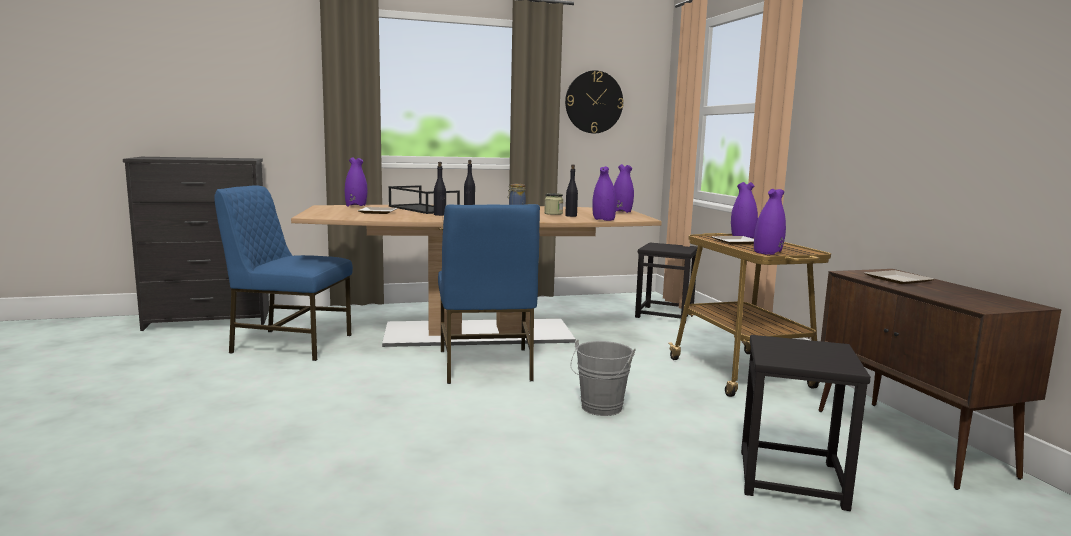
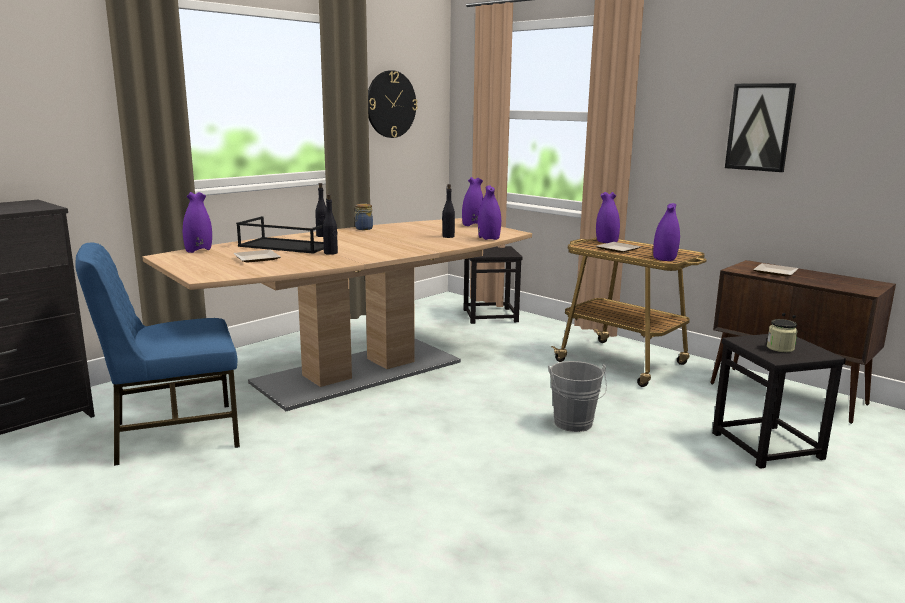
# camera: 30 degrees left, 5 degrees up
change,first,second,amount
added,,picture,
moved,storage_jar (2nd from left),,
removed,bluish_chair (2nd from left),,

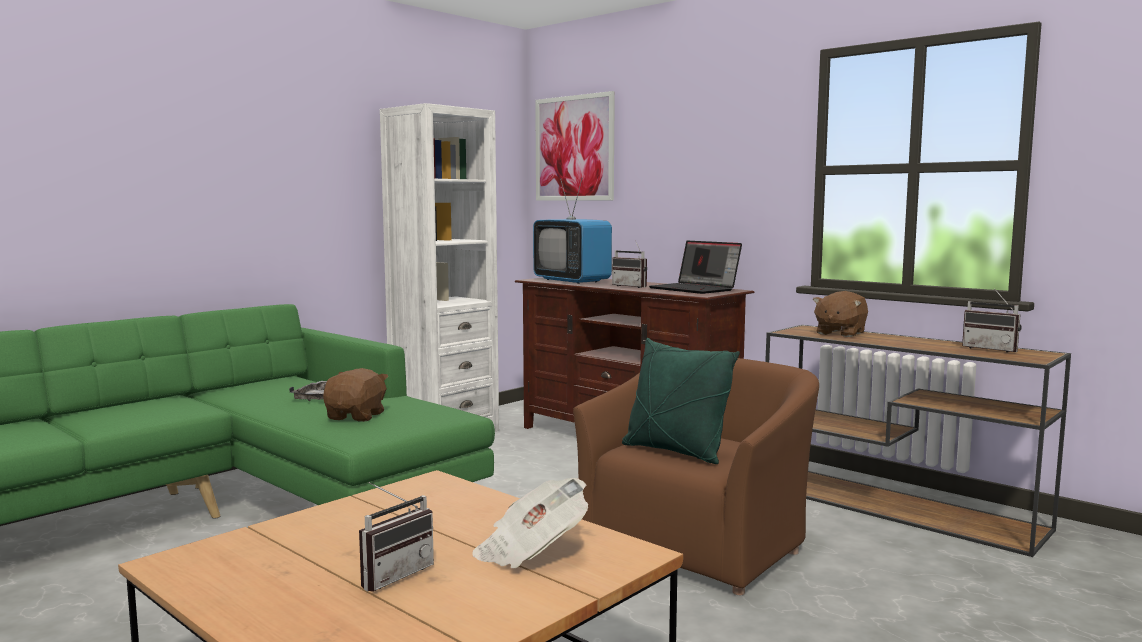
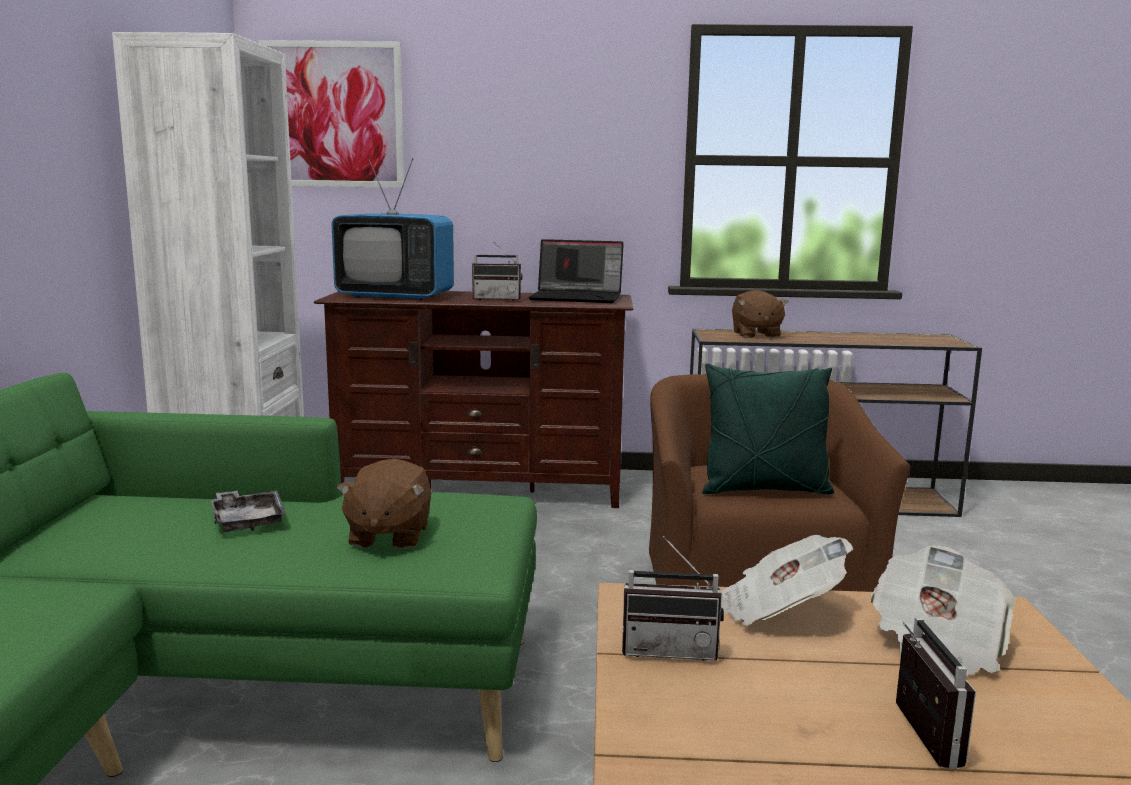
# camera: 40 degrees left, 5 degrees up
change,first,second,amount
turned,brown-coloured_cuddly_toy (1st from left),,150 degrees counterclockwise
moved,radio (3rd from left in the first image),radio (2nd from left),
added,,daily_paper (1st from left),

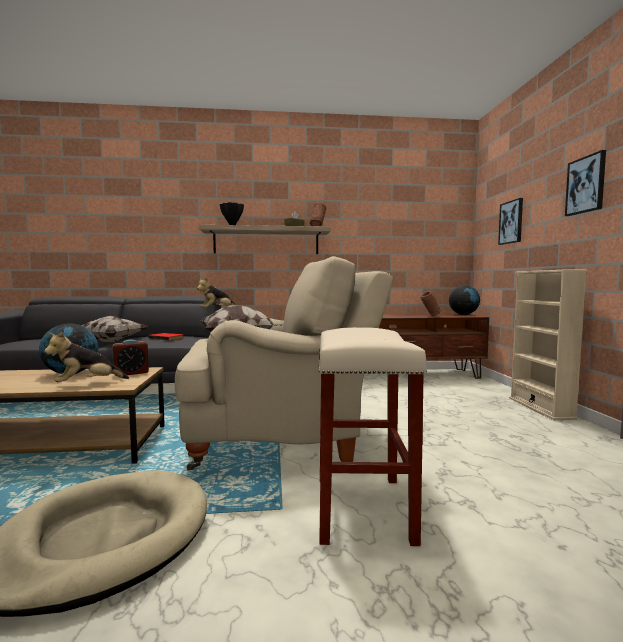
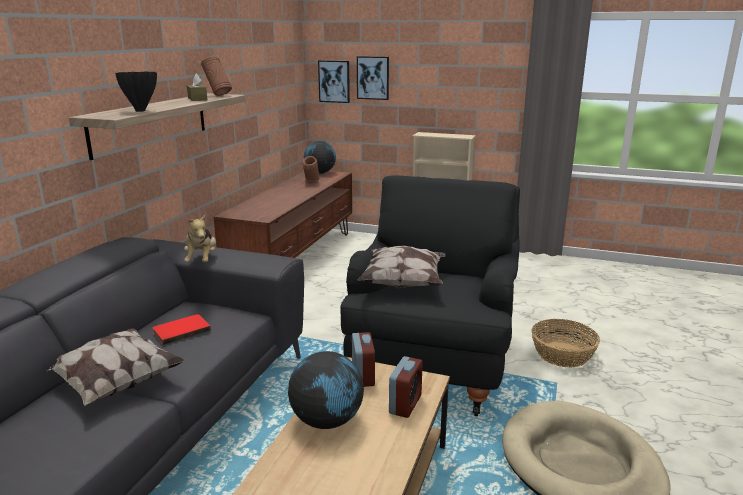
# camera: 65 degrees left, 15 degrees up
change,first,second,amount
moved,picture (2nd from left in the first image),picture (1st from left),
recoloured,beige-coloured_armchair,black_armchair,
replaced,cuddly_toy (1st from left),bedside_clock (2nd from left),
replaced,beige-coloured_stool,basket,

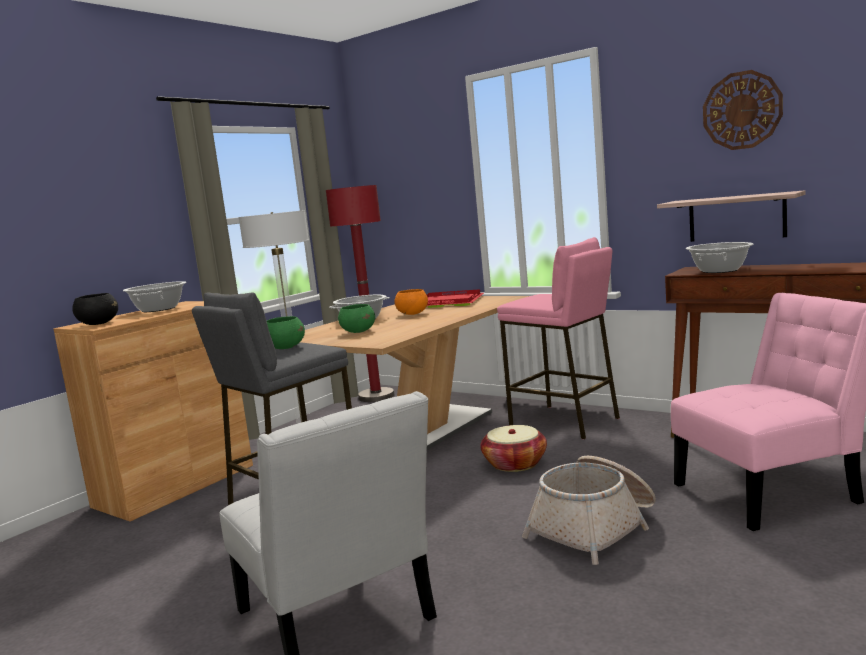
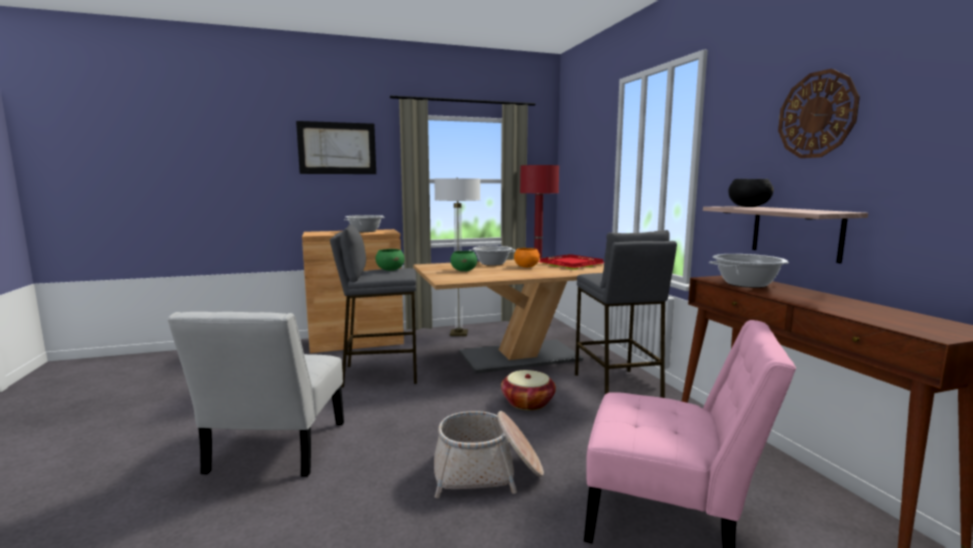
# camera: 35 degrees right, 0 degrees up
change,first,second,amount
added,,picture,
recoloured,pink-coloured_stool,greyish_stool (2nd from left),
moved,black_bowl,,

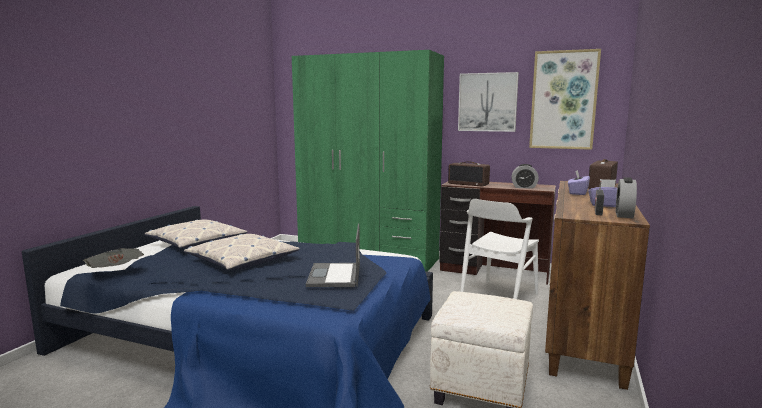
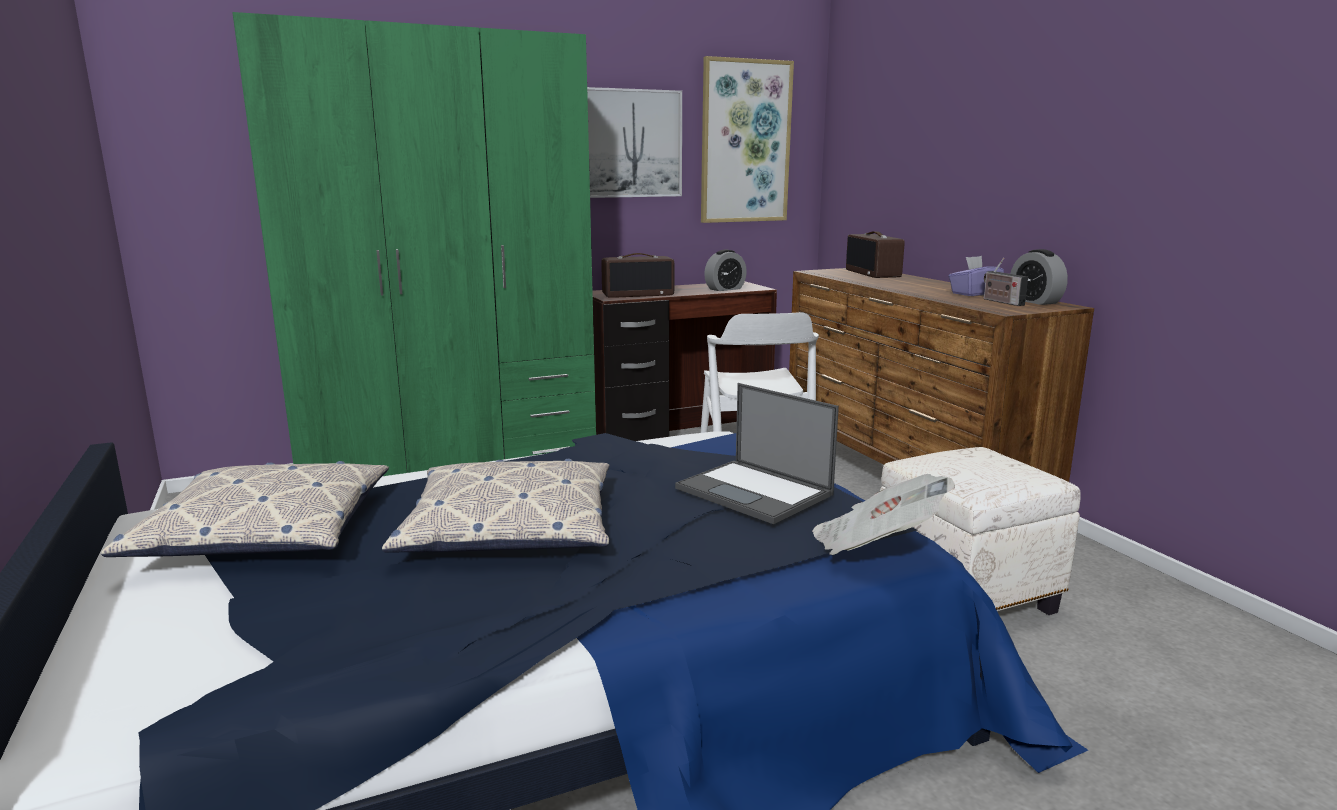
# camera: 45 degrees left, 5 degrees up
change,first,second,amount
moved,daily_paper,,
removed,purplish_tissue_box (1st from left),,

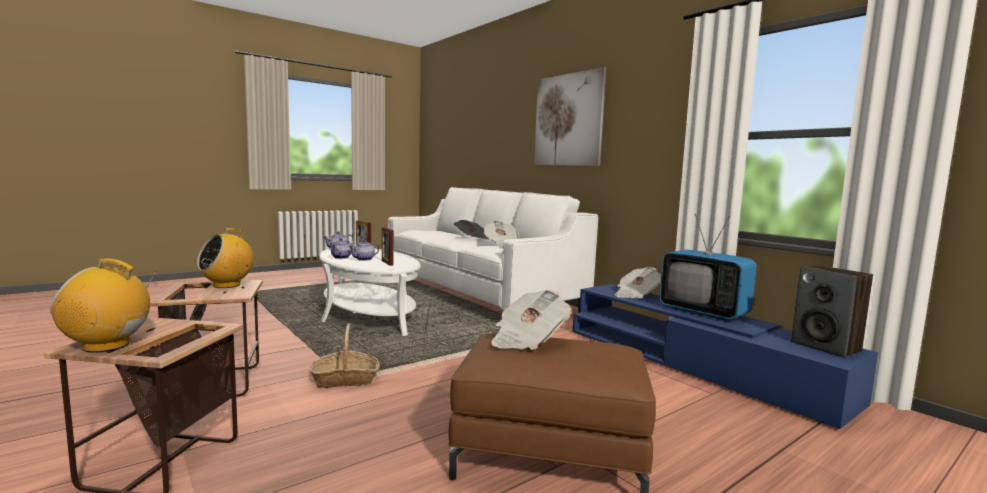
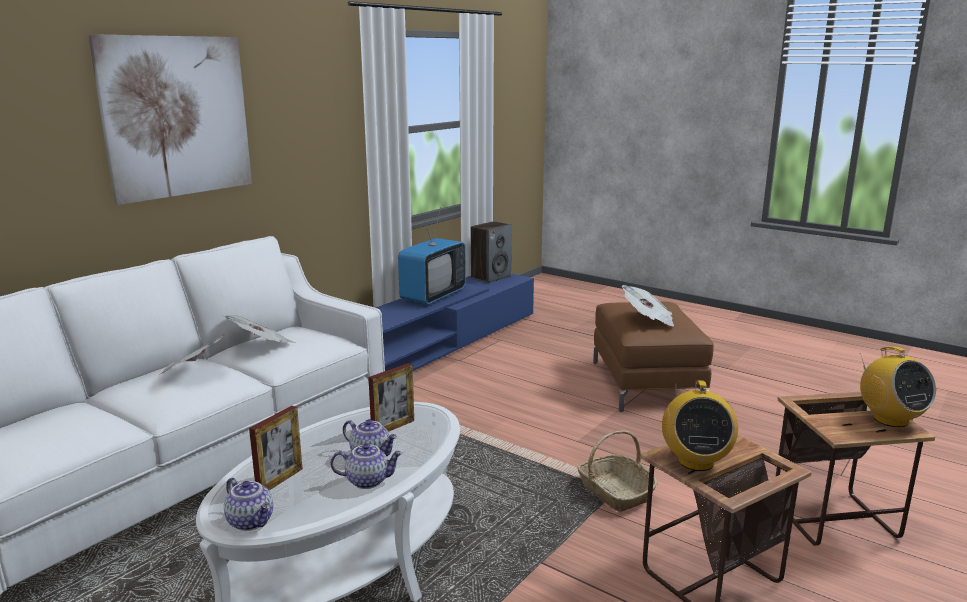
# camera: 105 degrees left, 10 degrees up
change,first,second,amount
turned,radio (2nd from left in the first image),radio (1st from left),75 degrees clockwise
removed,daily_paper (4th from left),,

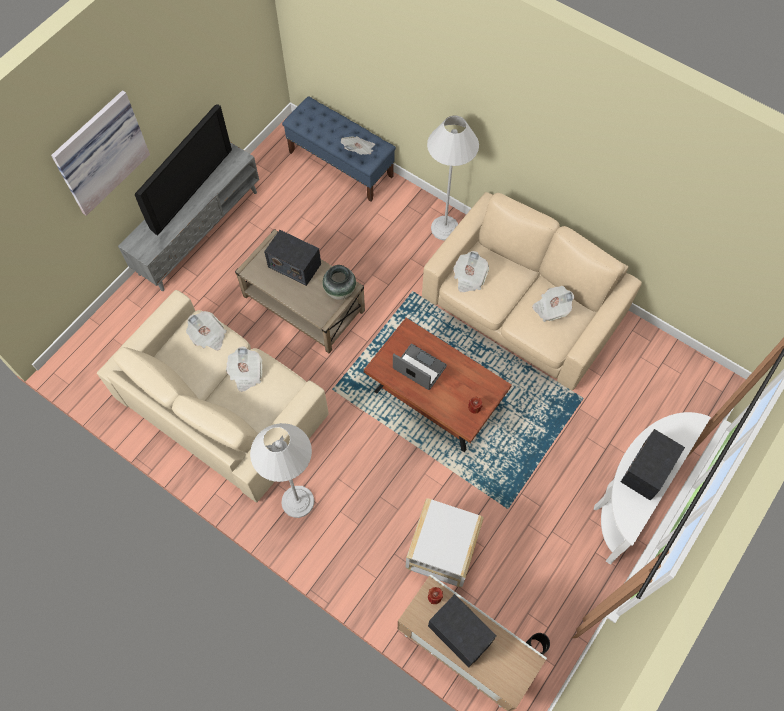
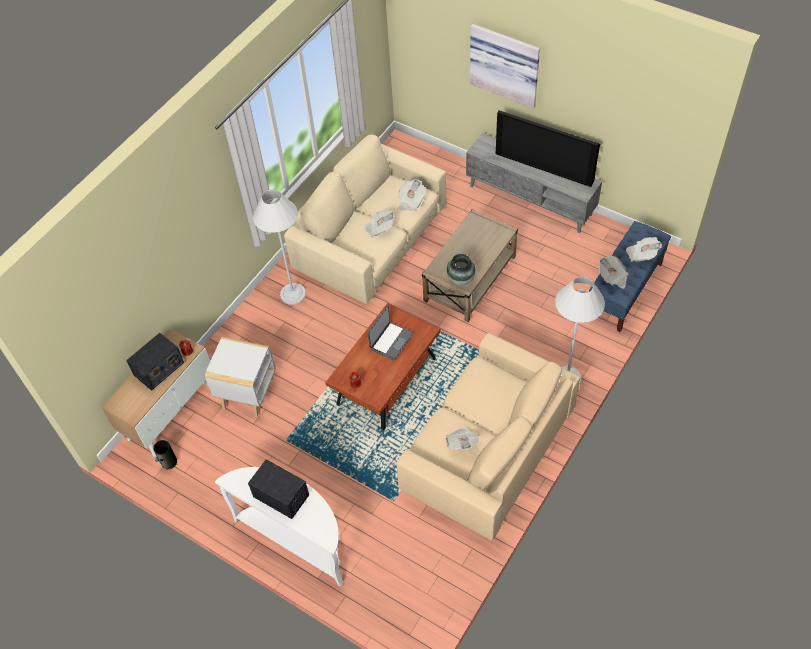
# camera: 90 degrees right, 10 degrees down
change,first,second,amount
moved,daily_paper (4th from left in the first image),daily_paper (5th from left),
removed,radio (1st from left),,

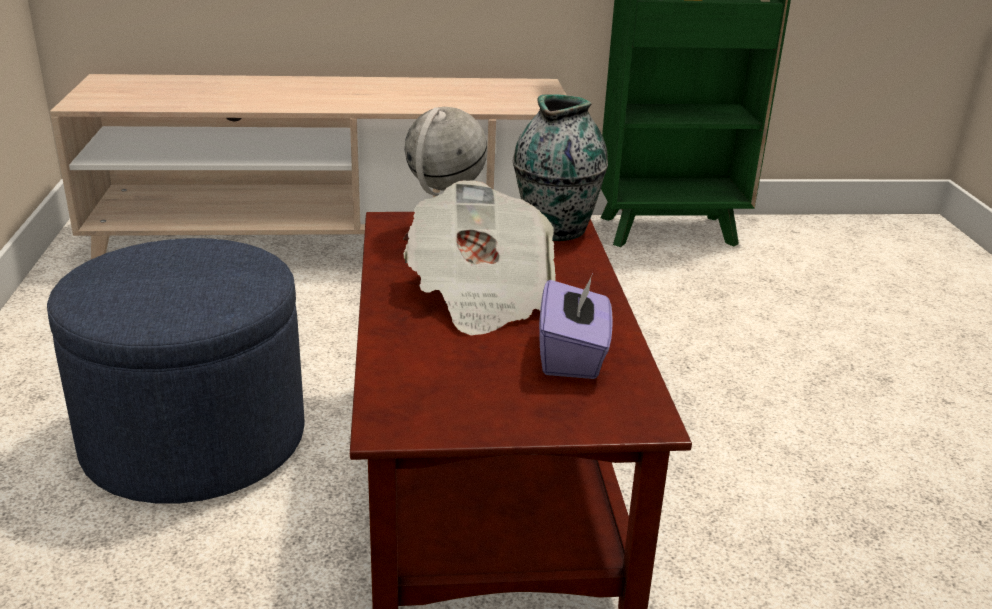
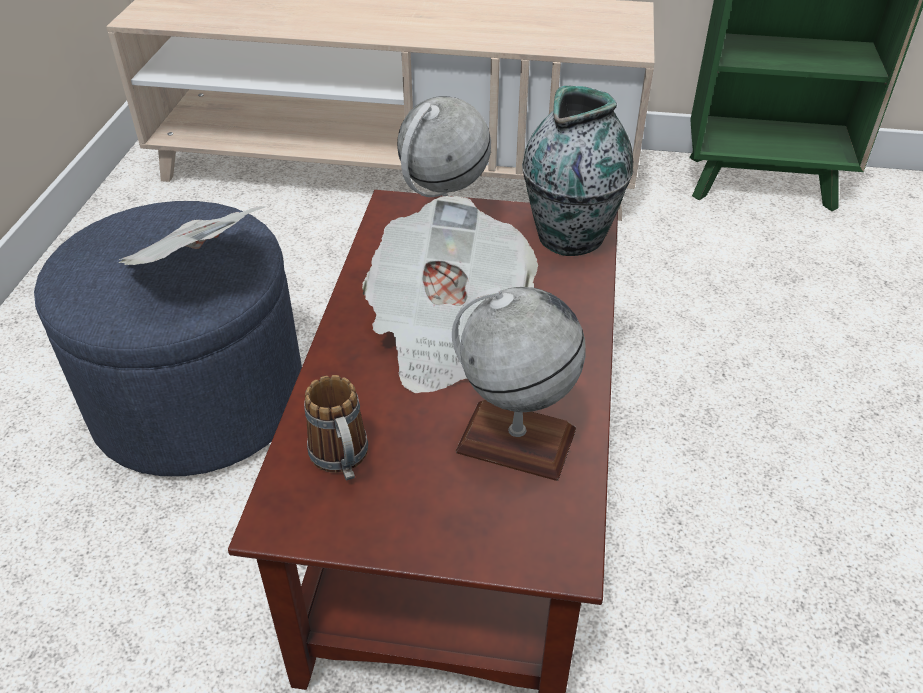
# camera: 15 degrees right, 15 degrees up
change,first,second,amount
added,,daily_paper (1st from left),
added,,mug,
replaced,purplish_tissue_box,globe (2nd from left),

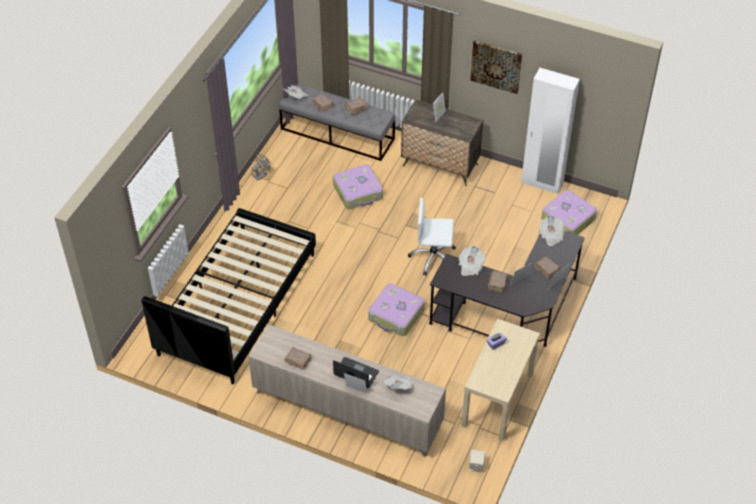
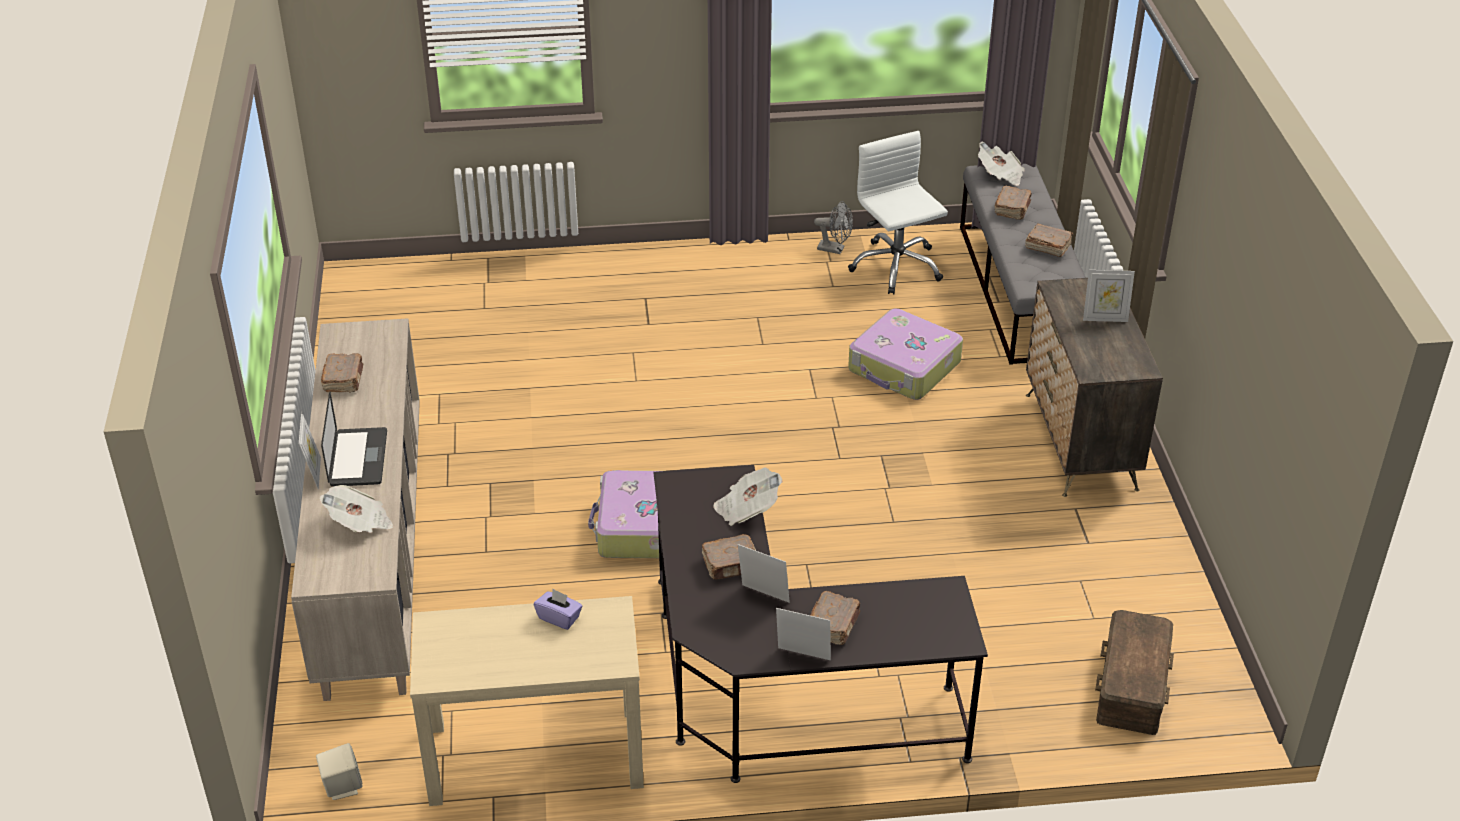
# camera: 60 degrees right, 10 degrees down
change,first,second,amount
moved,white-coloured_office_chair,,
replaced,suitcase (3rd from left),brown-coloured_storage_container,
removed,black_bedroom_bed,,
removed,picture,,
removed,white-coloured_wardrobe,,
removed,daily_paper (4th from left),,

